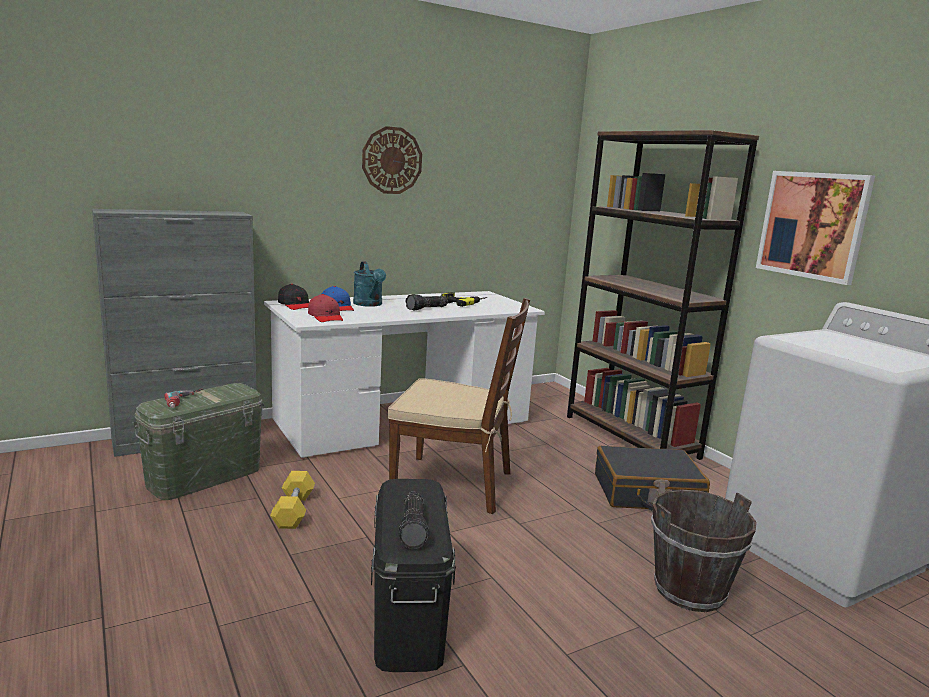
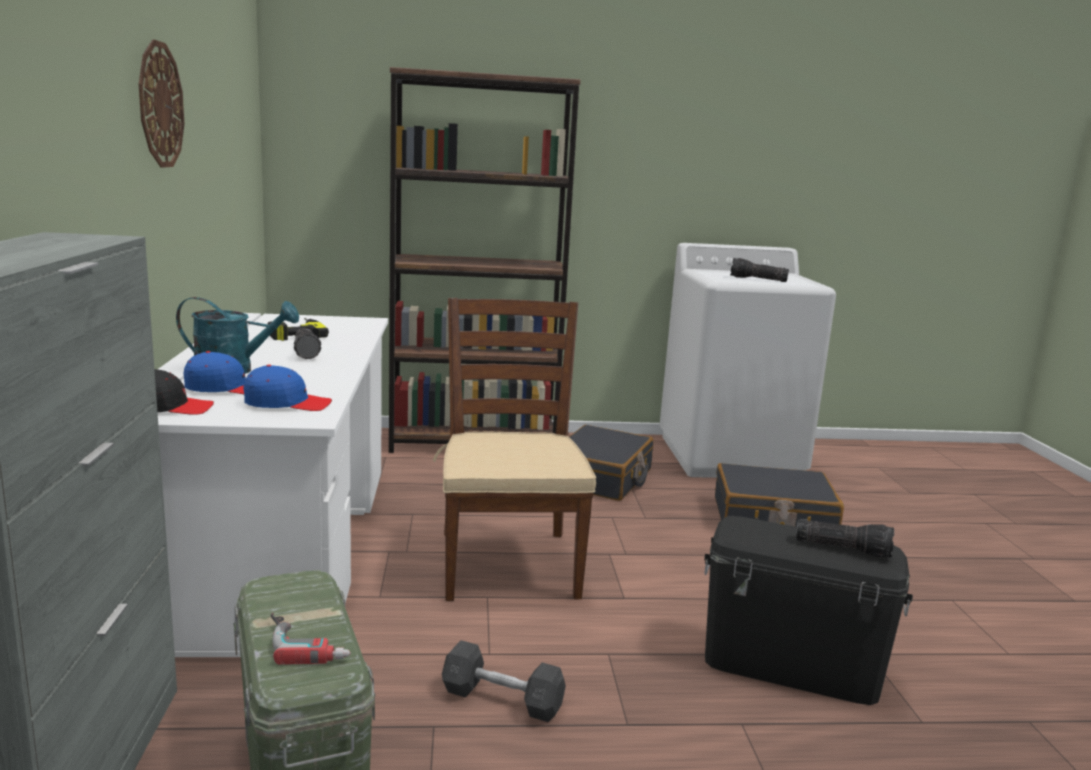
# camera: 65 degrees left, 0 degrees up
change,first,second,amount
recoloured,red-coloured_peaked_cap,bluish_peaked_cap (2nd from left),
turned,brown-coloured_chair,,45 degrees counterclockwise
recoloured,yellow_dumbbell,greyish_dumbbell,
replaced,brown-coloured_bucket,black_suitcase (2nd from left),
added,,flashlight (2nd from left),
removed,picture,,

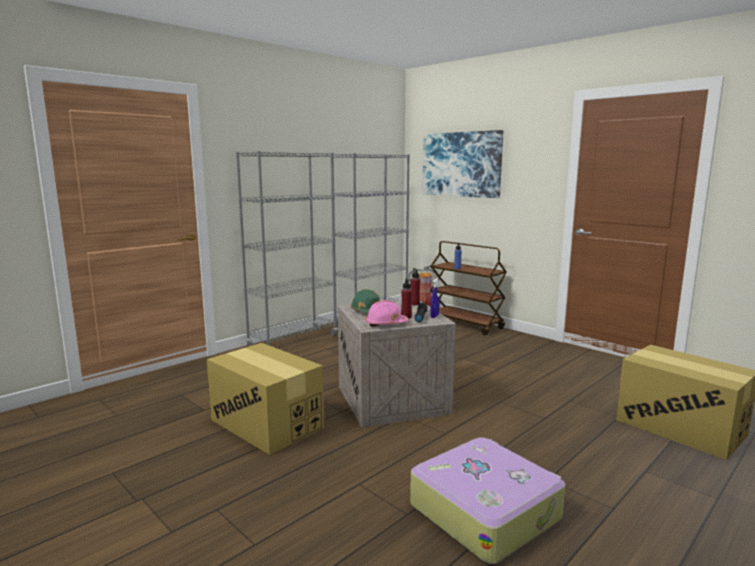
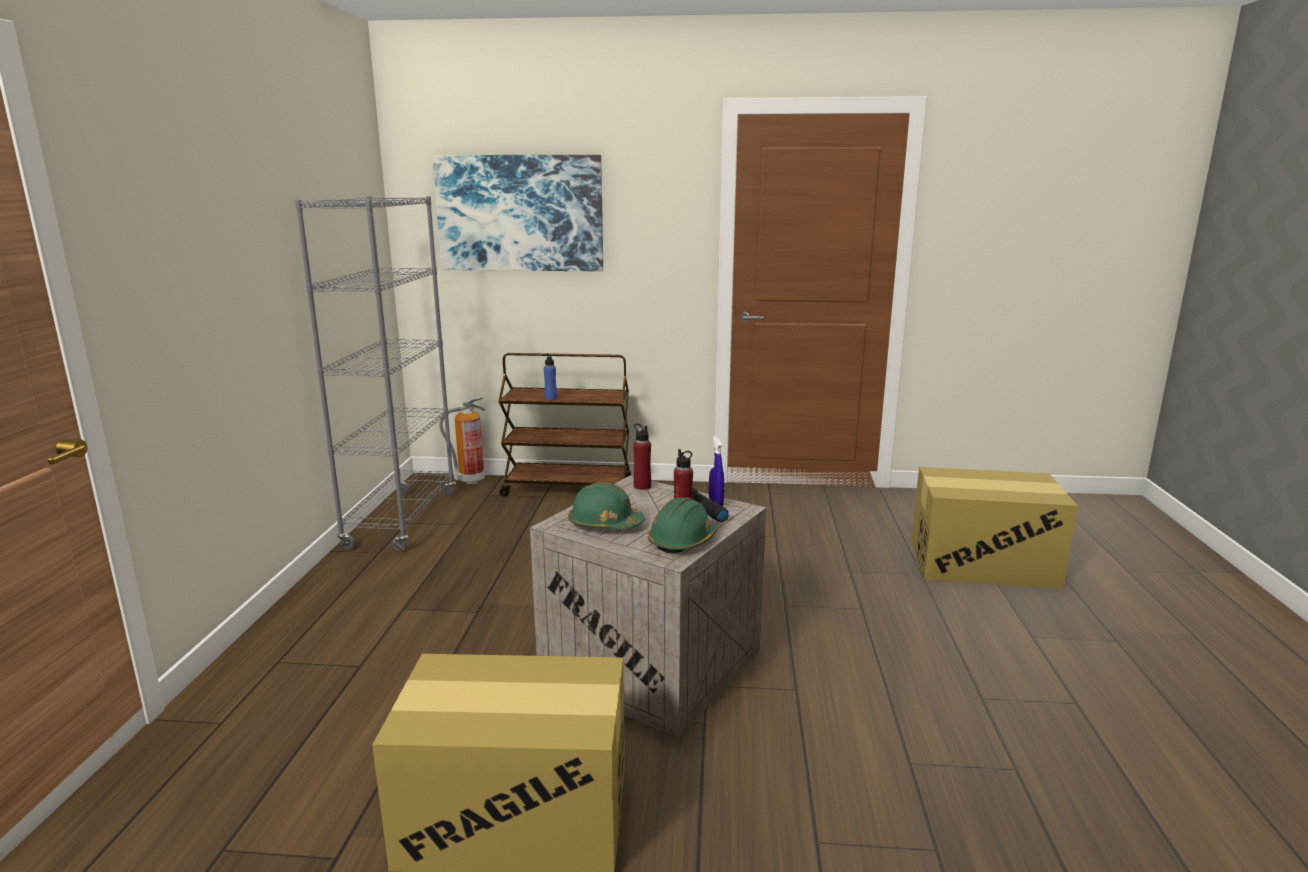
# camera: 40 degrees left, 5 degrees up
change,first,second,amount
recoloured,pink-coloured_safety_helmet,green_safety_helmet (2nd from left),
removed,greyish_bookshelf (1st from left),,
removed,suitcase,,

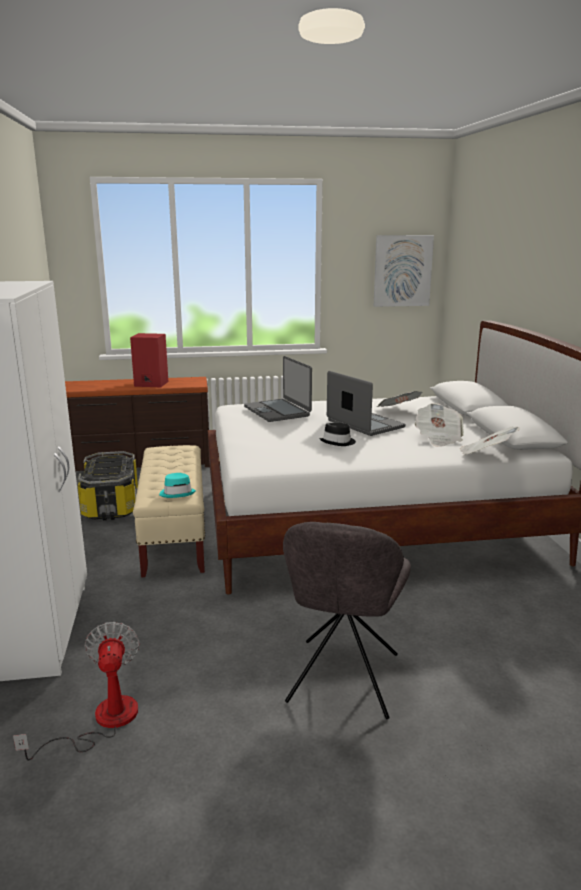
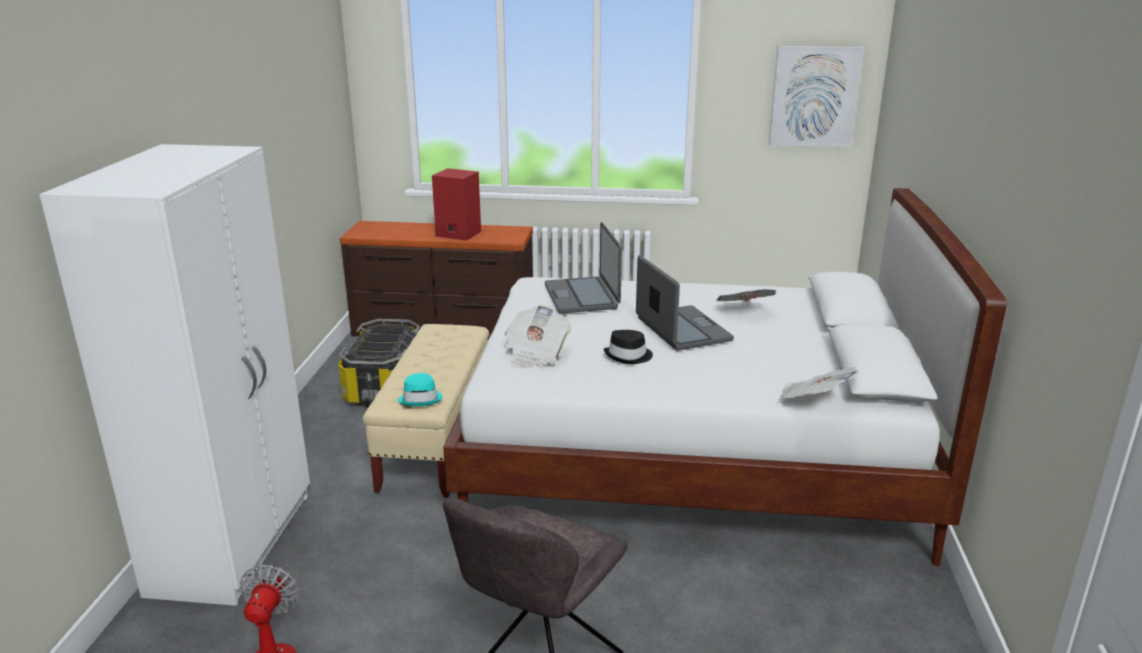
# camera: 15 degrees right, 5 degrees up
change,first,second,amount
moved,daily_paper (2nd from left in the first image),daily_paper (1st from left),

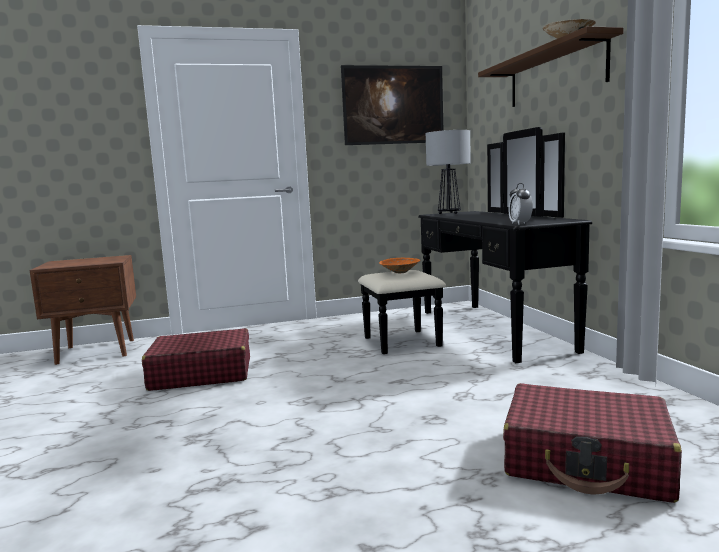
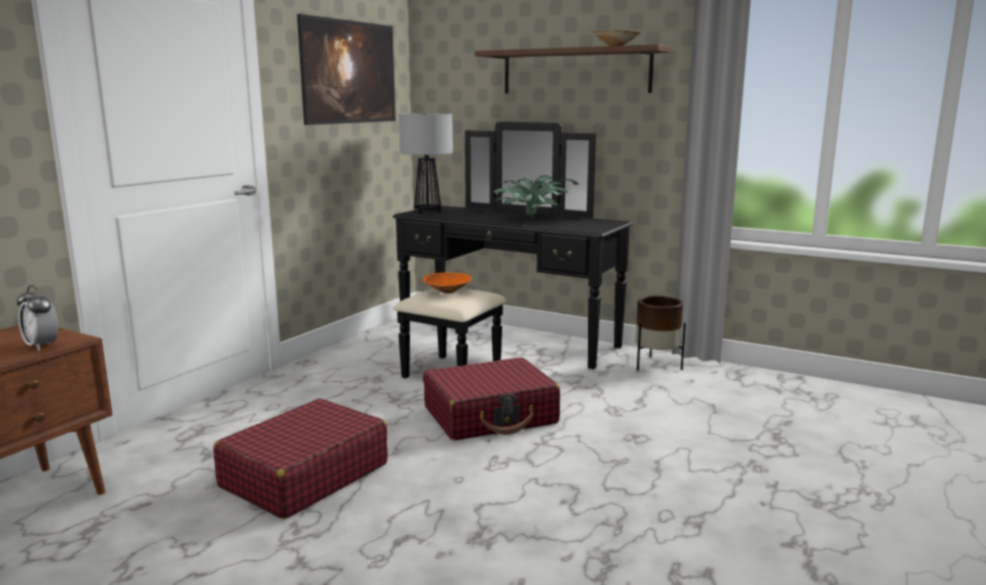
# camera: 45 degrees left, 5 degrees up
change,first,second,amount
moved,bedside_clock,,
moved,red-coloured_suitcase (2nd from left),,
added,,potted_plant,
added,,brown-coloured_plant_pot,

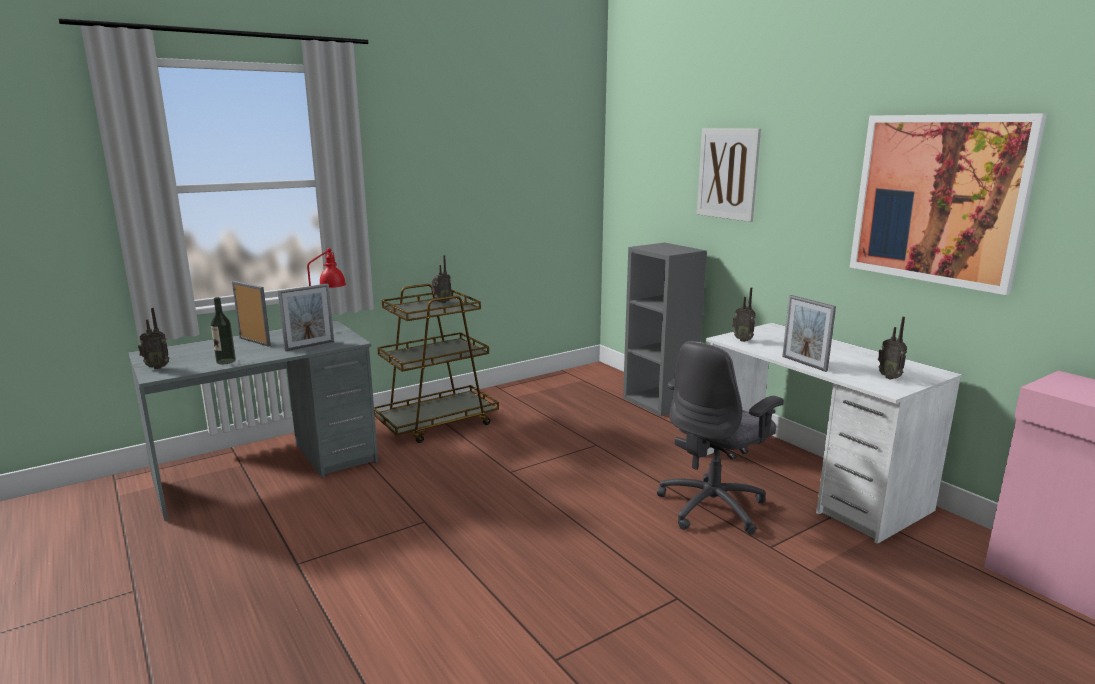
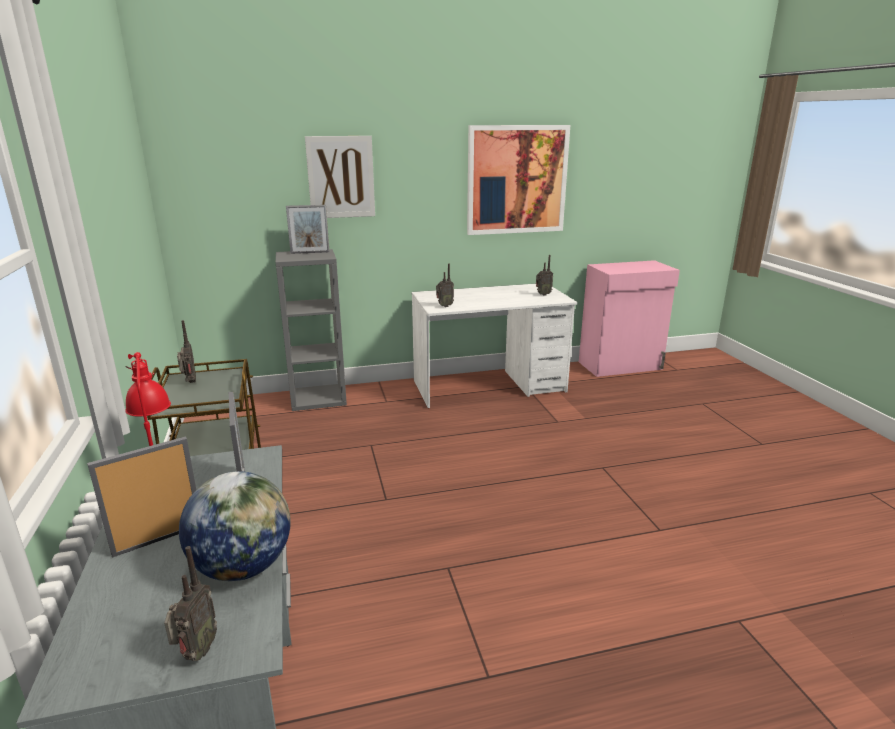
# camera: 70 degrees left, 5 degrees up
change,first,second,amount
replaced,bottle,globe,
moved,photo_frame (3rd from left),,
removed,greyish_office_chair,,

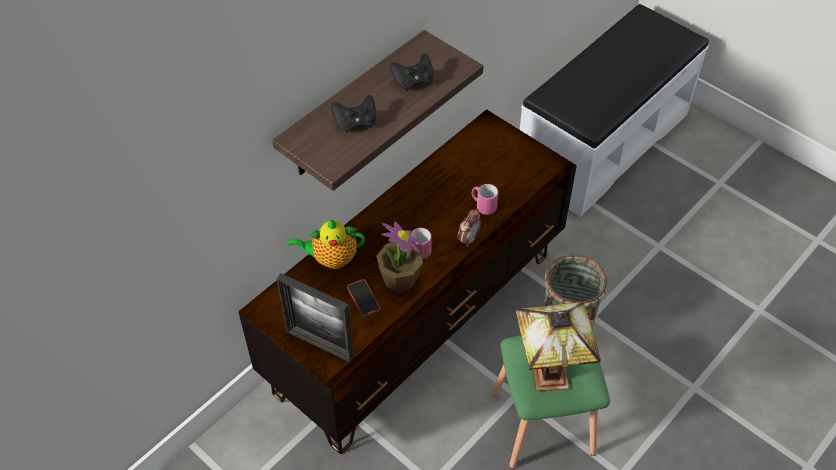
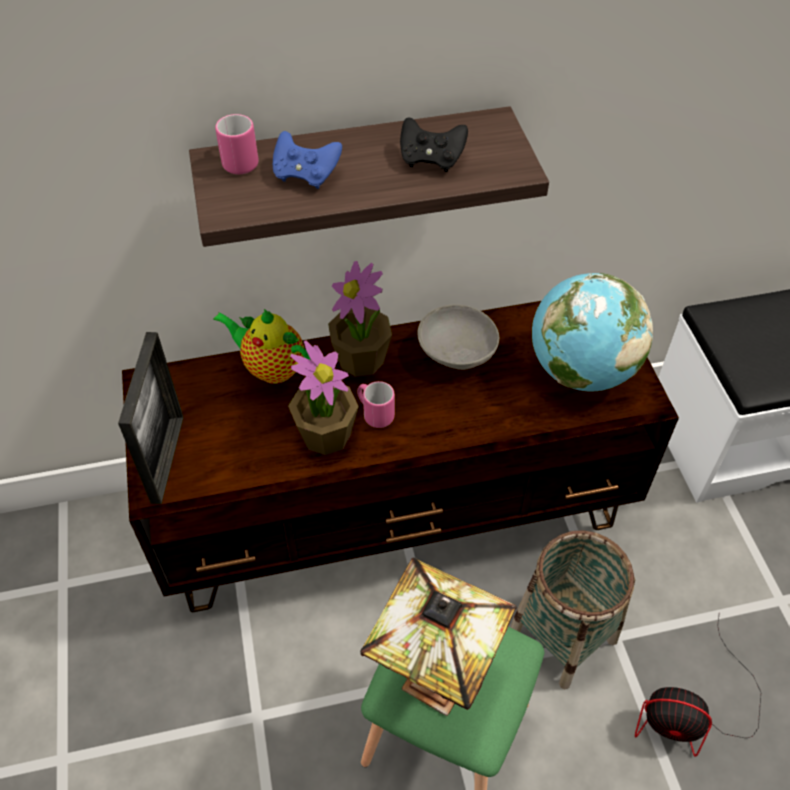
# camera: 35 degrees right, 0 degrees up
change,first,second,amount
turned,photo_frame,,150 degrees counterclockwise
moved,pink-coloured_mug (2nd from left in the first image),pink-coloured_mug (1st from left),
recoloured,black_gamepad (1st from left),bluish_gamepad,
added,,potted_plant (2nd from left),
added,,greyish_bowl,
added,,globe,
added,,fan,
removed,handset,,
removed,bedside_clock,,

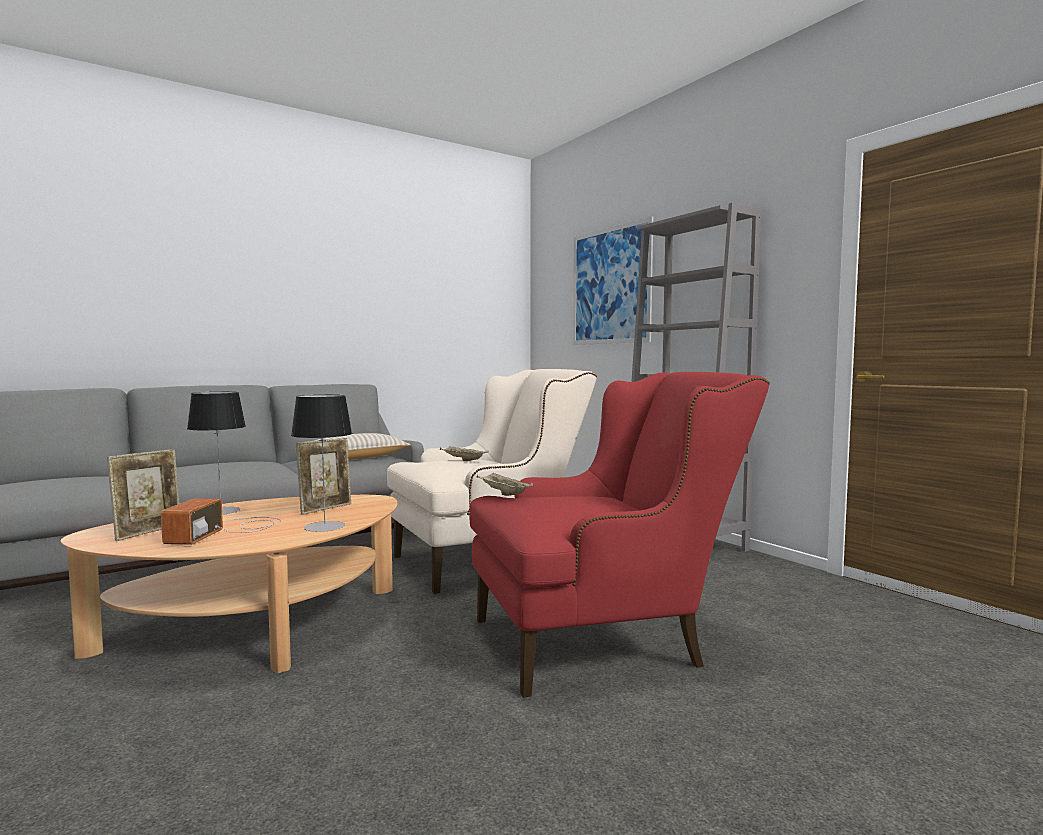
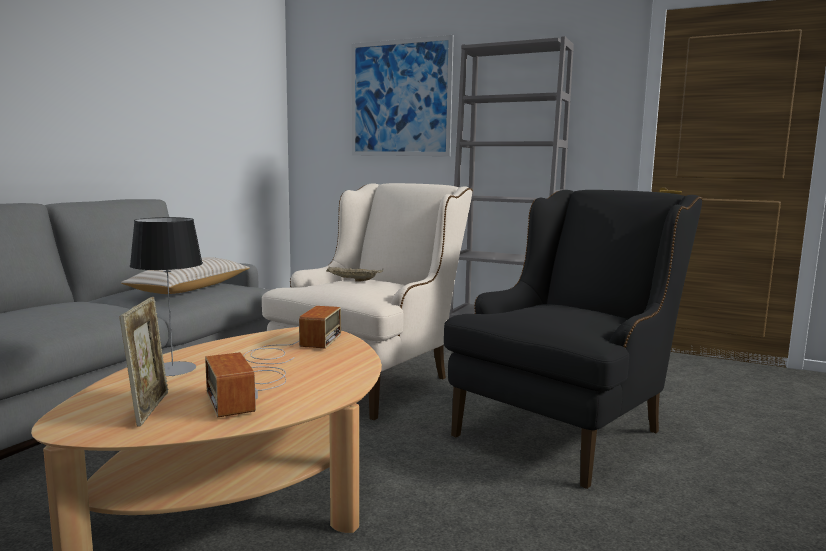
# camera: 30 degrees left, 5 degrees up
change,first,second,amount
replaced,photo_frame (2nd from left),radio (2nd from left),
recoloured,red-coloured_armchair,black_armchair,
removed,lamp_for_a_table (2nd from left),,
removed,beige-coloured_serving_tray (2nd from left),,

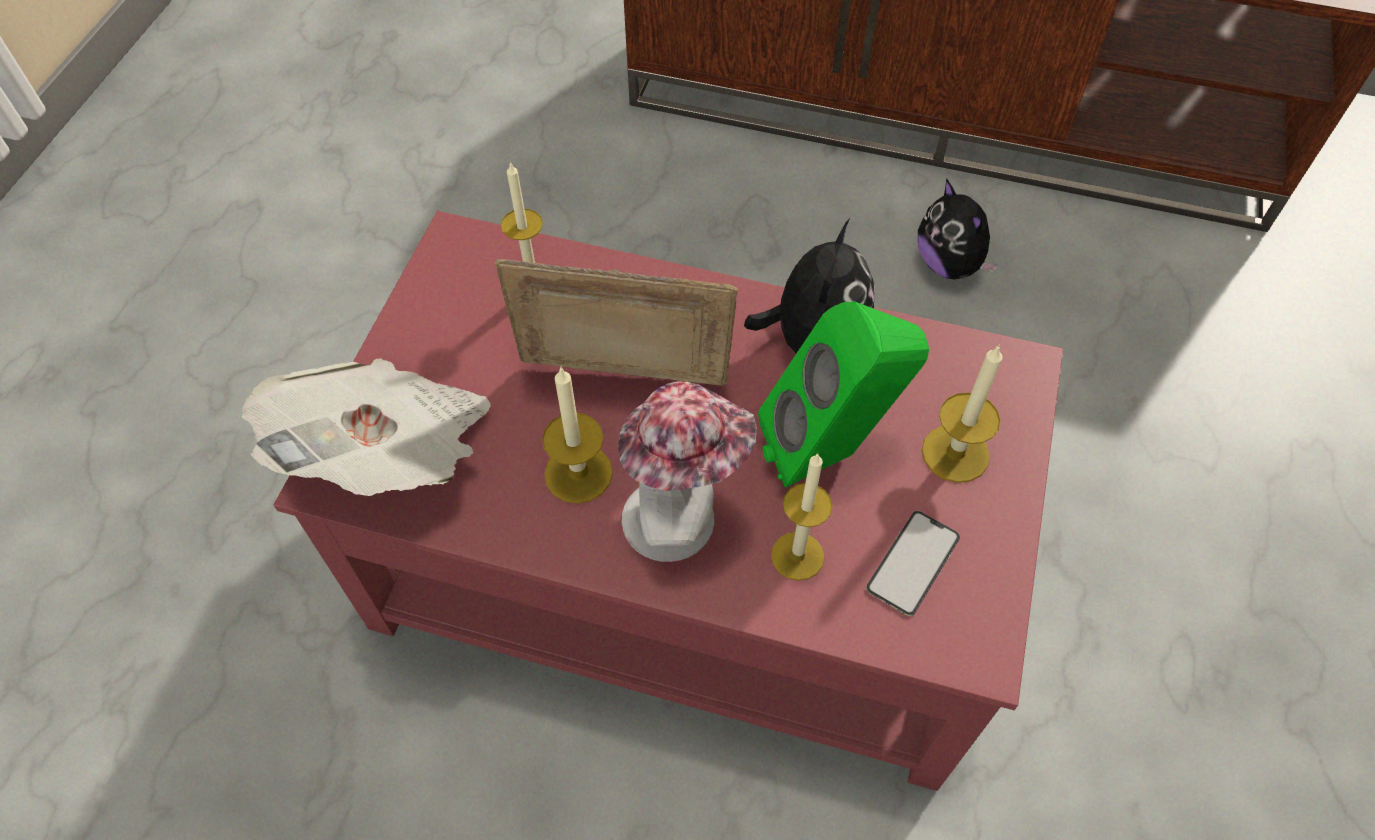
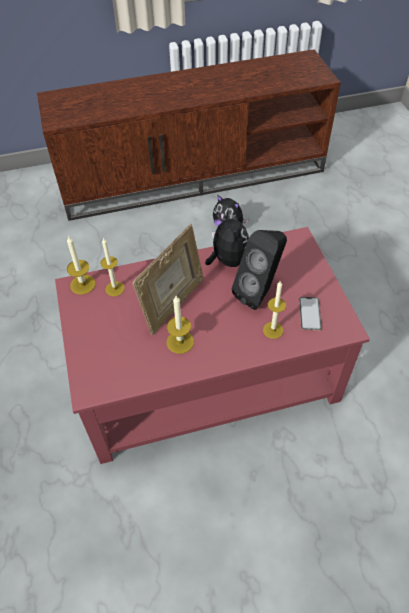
# camera: 30 degrees left, 5 degrees down
change,first,second,amount
moved,candle (4th from left in the first image),candle (1st from left),
turned,photo_frame,,150 degrees clockwise
recoloured,green_speaker,black_speaker,
removed,daily_paper,,
removed,wearable_hat,,

